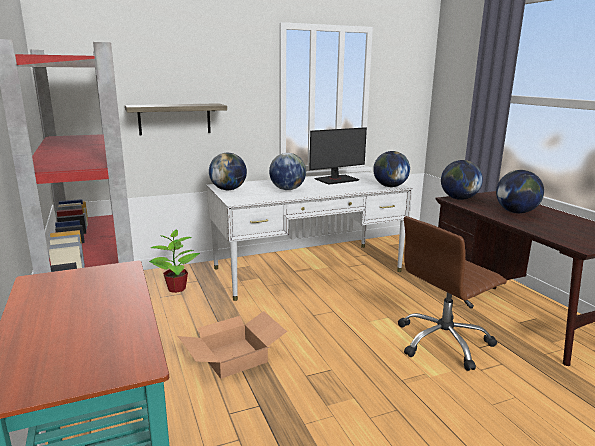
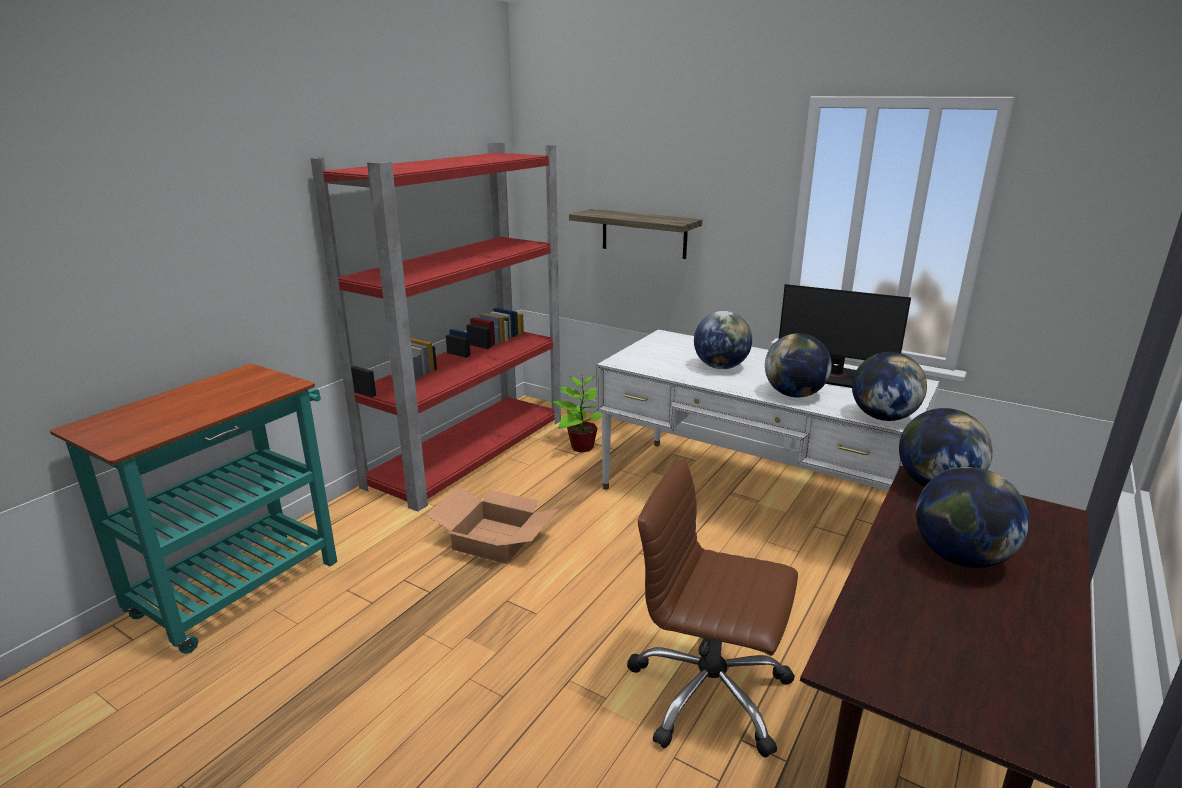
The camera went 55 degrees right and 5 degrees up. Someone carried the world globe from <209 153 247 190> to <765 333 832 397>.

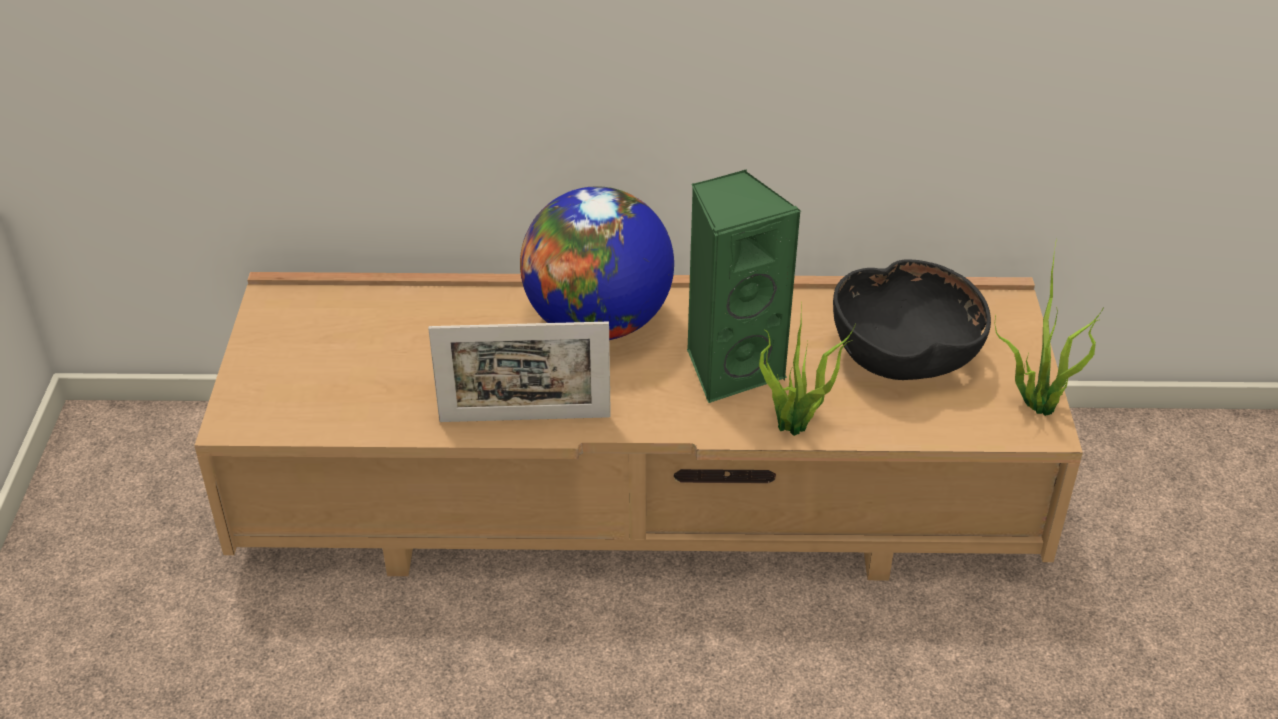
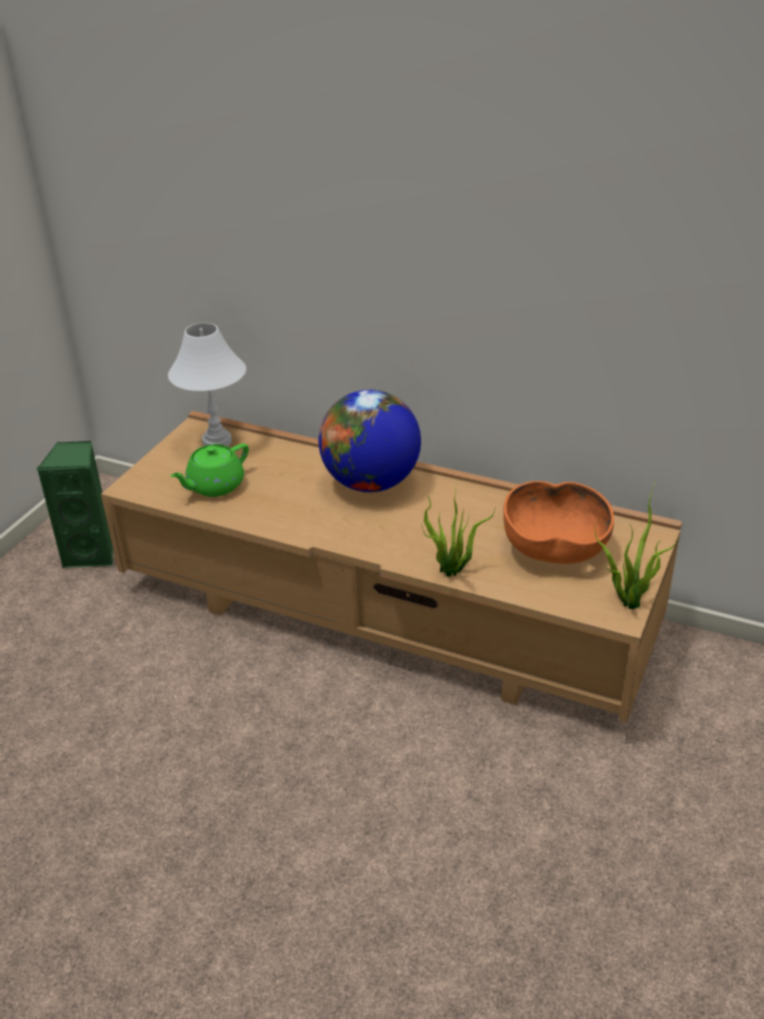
The camera went 25 degrees right and 5 degrees down. Someone took away the picture frame at <428 322 611 422>. Someone put down the white-coloured lamp for a table at <168 323 246 447>. Someone put down the greenish tea pot at <171 443 249 497>. Someone carried the greenish speaker from <687 169 801 403> to <37 441 113 568>. Someone repainted the black deep dish at <833 259 991 380>, which became the orange deep dish at <504 481 614 564>.

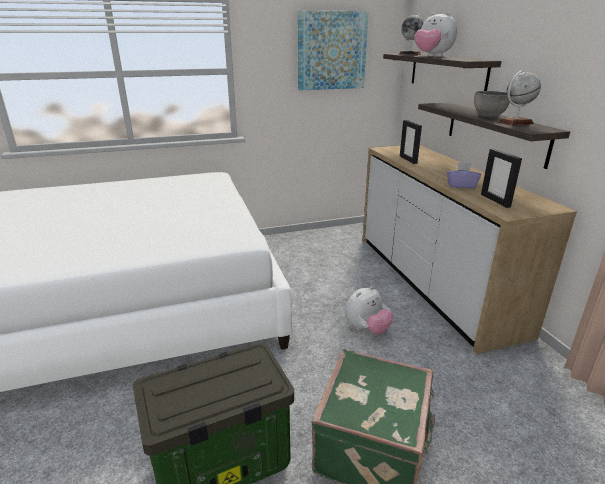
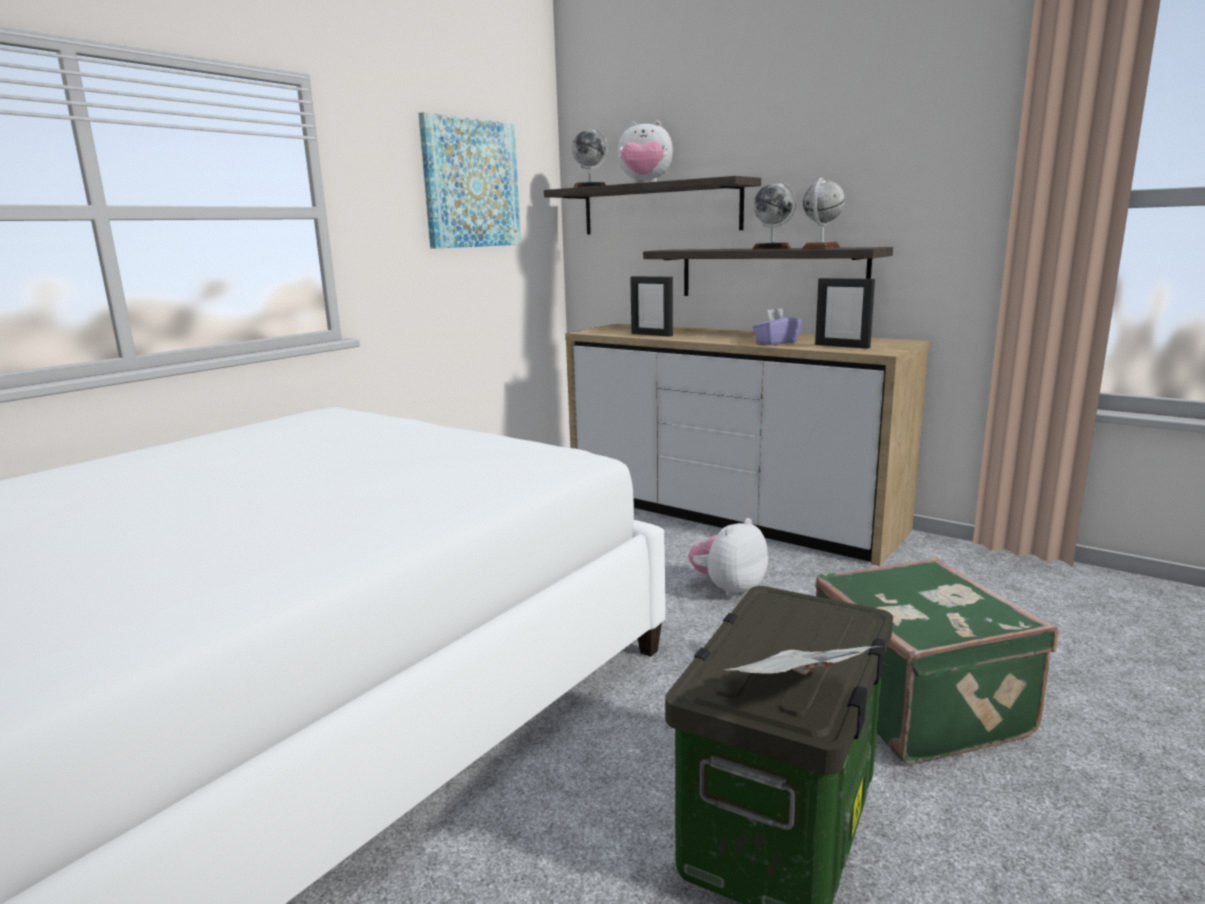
The camera went 35 degrees left and 10 degrees down. Someone put down the daily paper at <723 646 881 675>. Someone swapped the gray deep dish at <474 91 510 117> for the world globe at <752 181 796 249>. Someone rotated the cuddly toy at <345 286 393 335> by 150 degrees counterclockwise.

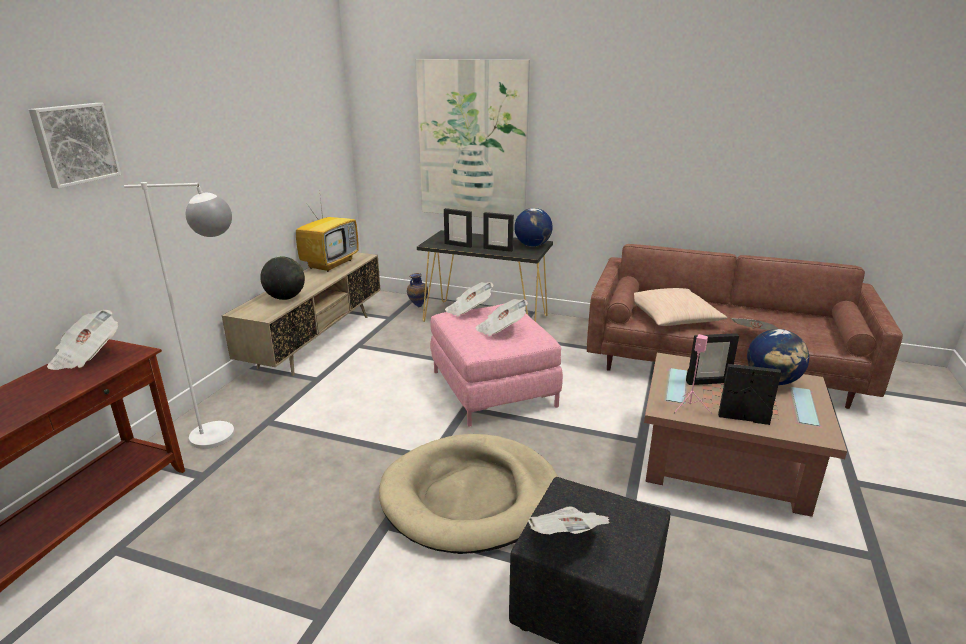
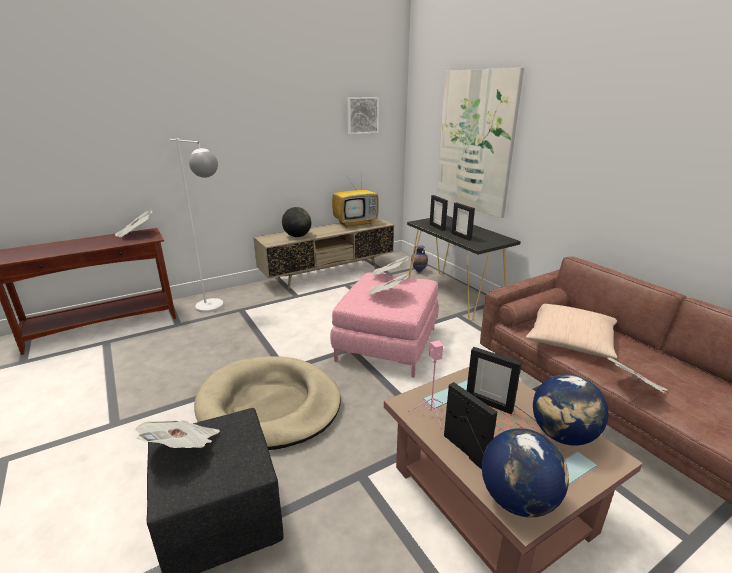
The camera went 40 degrees right and 0 degrees up. Someone carried the wall art from <29 103 121 189> to <347 97 379 134>. Someone carried the world globe from <514 208 553 247> to <482 428 569 517>.

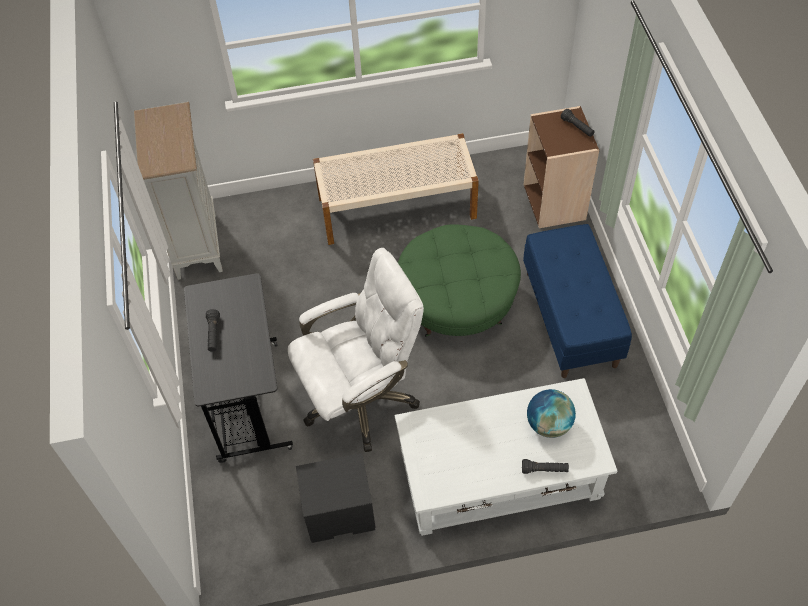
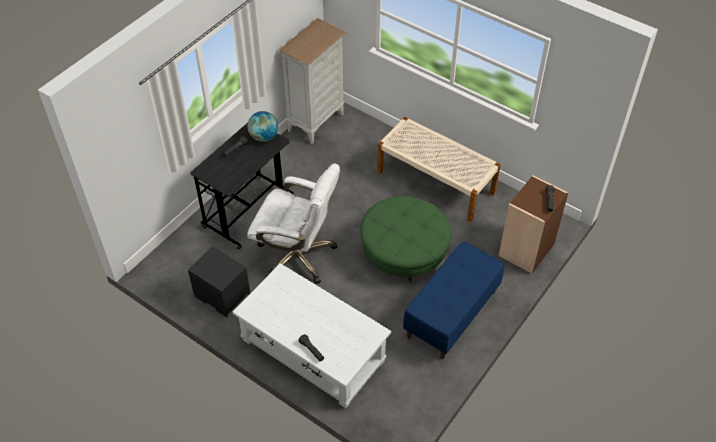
The camera went 45 degrees right and 5 degrees down. Someone carried the world globe from <527 389 576 438> to <247 111 278 142>.

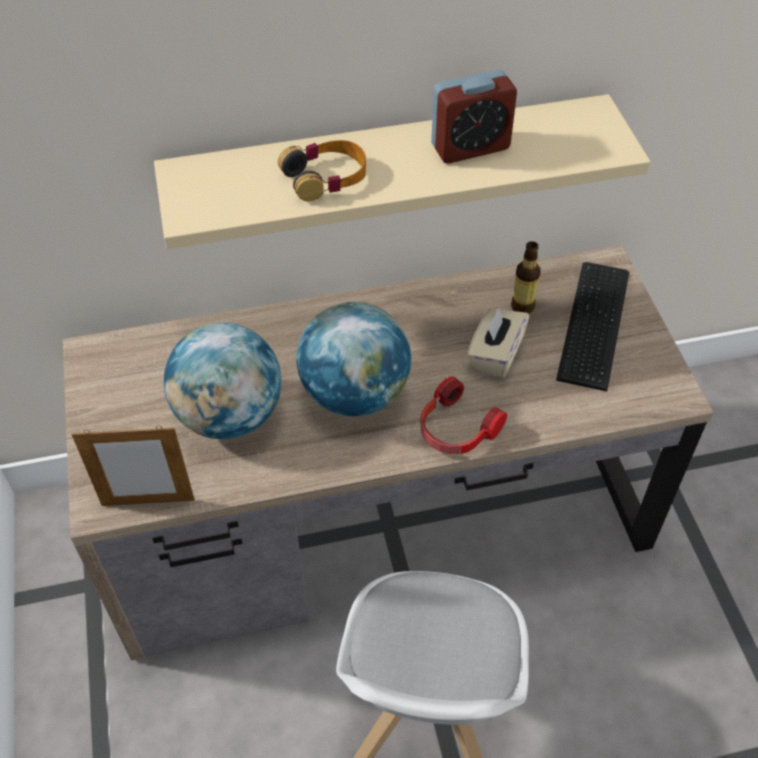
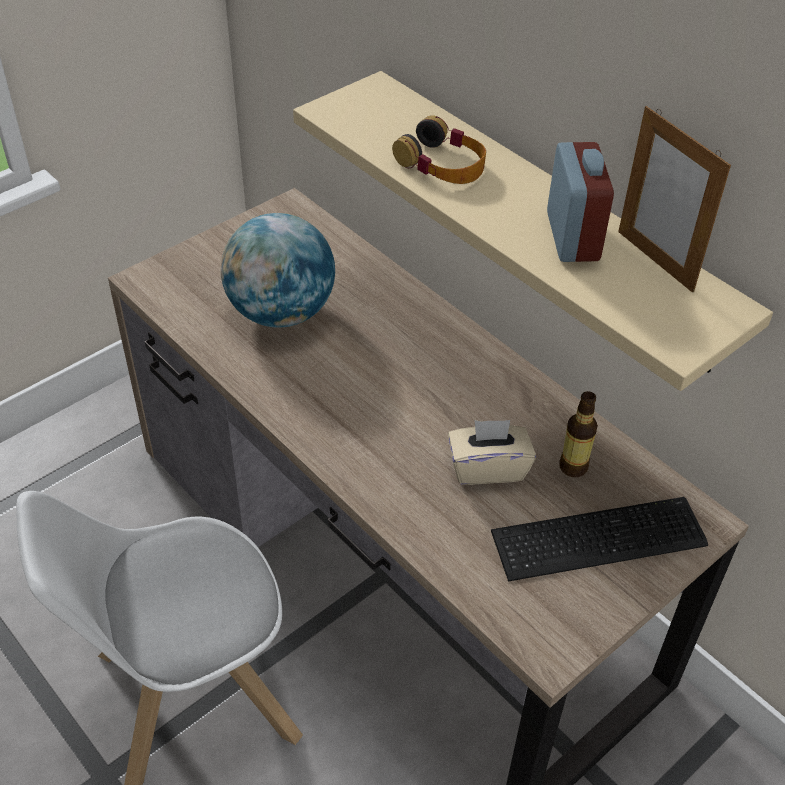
The camera went 60 degrees right and 5 degrees down. Someone took away the world globe at <297 302 411 416>. Someone took away the headset at <420 376 507 454>. Someone carried the picture frame from <72 426 195 506> to <618 106 731 293>. Someone rotated the bedside clock at <431 70 517 164> by 135 degrees counterclockwise.

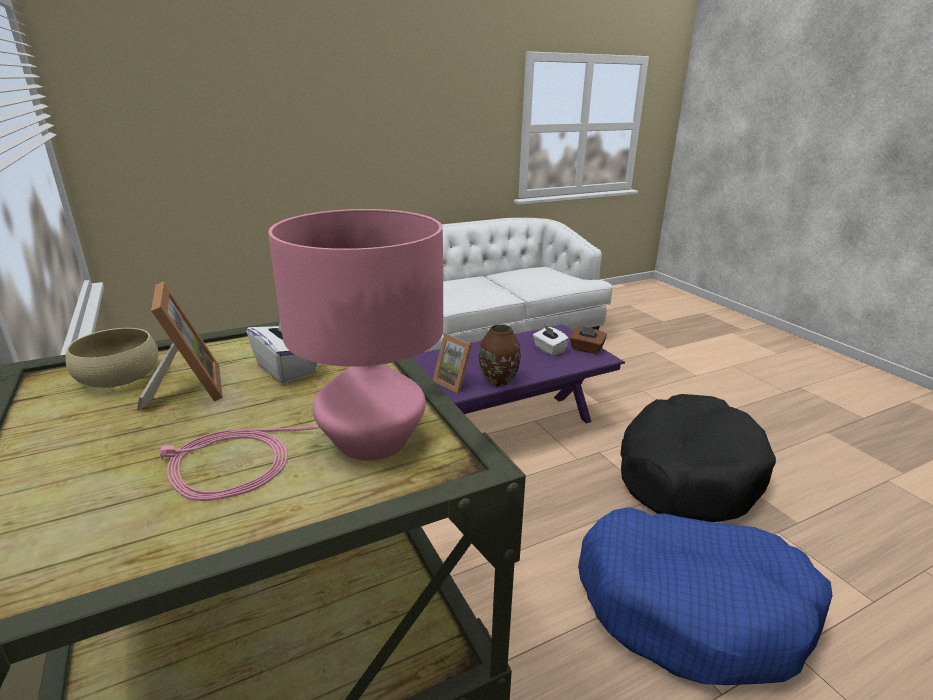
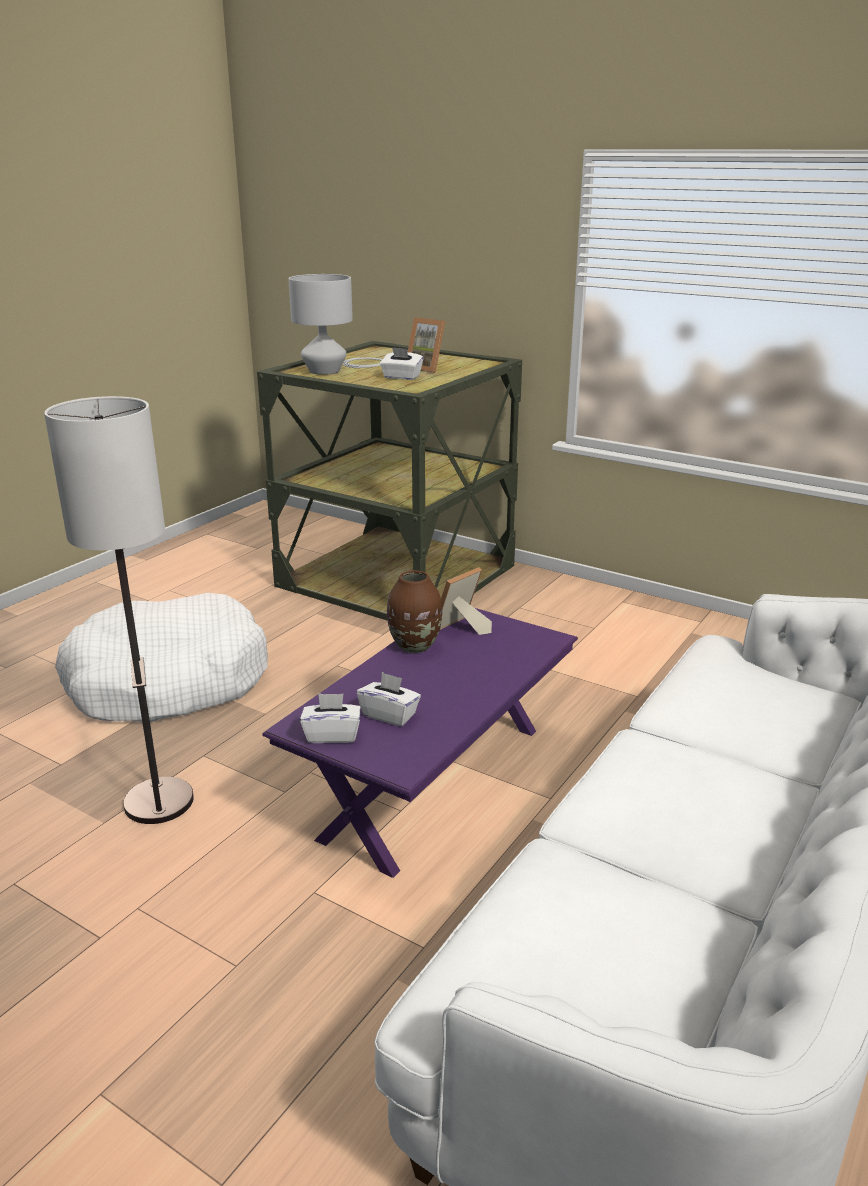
The camera went 150 degrees right and 0 degrees up. Someone took away the sand-coloured deep dish at <66 328 158 388>. Someone swapped the black dog cushion at <620 394 776 522> for the standard lamp at <44 396 194 824>. Someone repainted the pinkish lamp for a table at <159 209 443 501>, which became the gray lamp for a table at <289 274 386 375>. Someone repainted the brownish tissue holder at <570 326 607 354>, which became the white-coloured tissue holder at <300 693 361 743>. Someone repainted the blue dog cushion at <578 507 833 685>, which became the white-coloured dog cushion at <55 593 268 722>. Someone rotated the picture frame at <433 333 472 393> by 60 degrees counterclockwise.

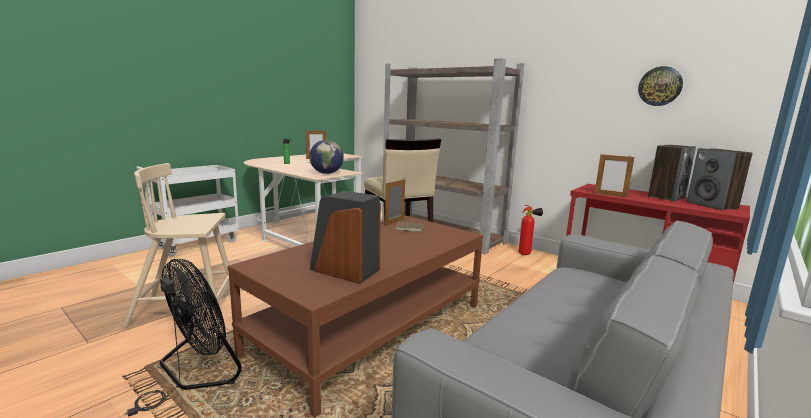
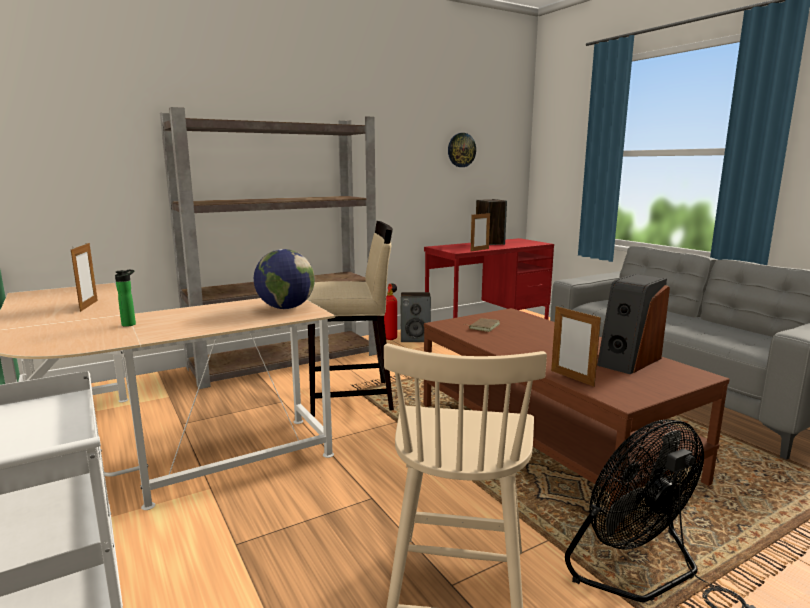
The camera went 70 degrees left and 0 degrees up. Someone carried the picture frame from <385 179 405 226> to <551 305 601 387>. Someone carried the speaker from <687 148 753 210> to <401 292 431 342>.

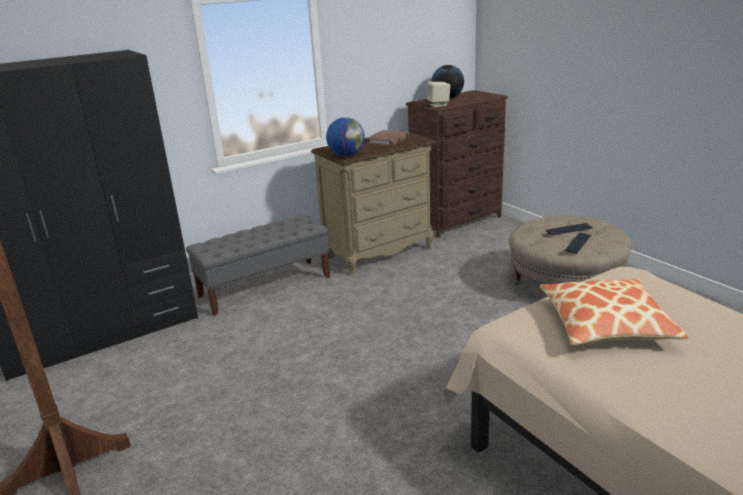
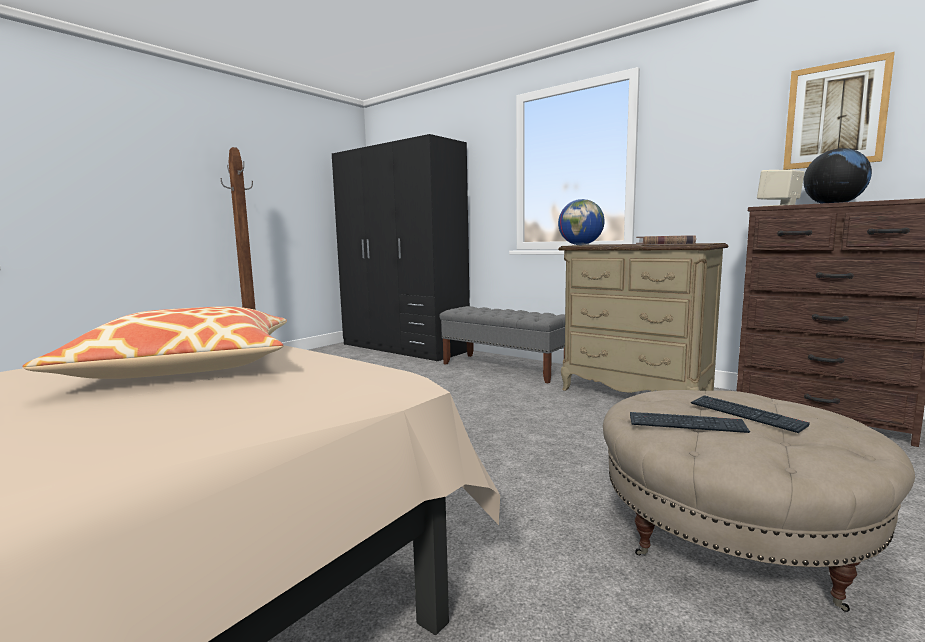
The camera went 70 degrees right and 15 degrees down. Someone put up the wall art at <783 52 895 170>.

